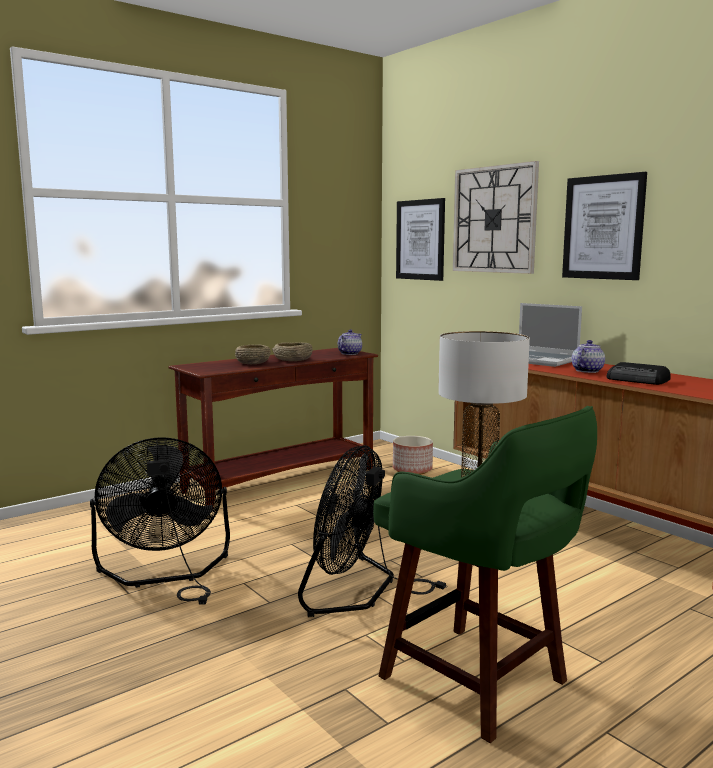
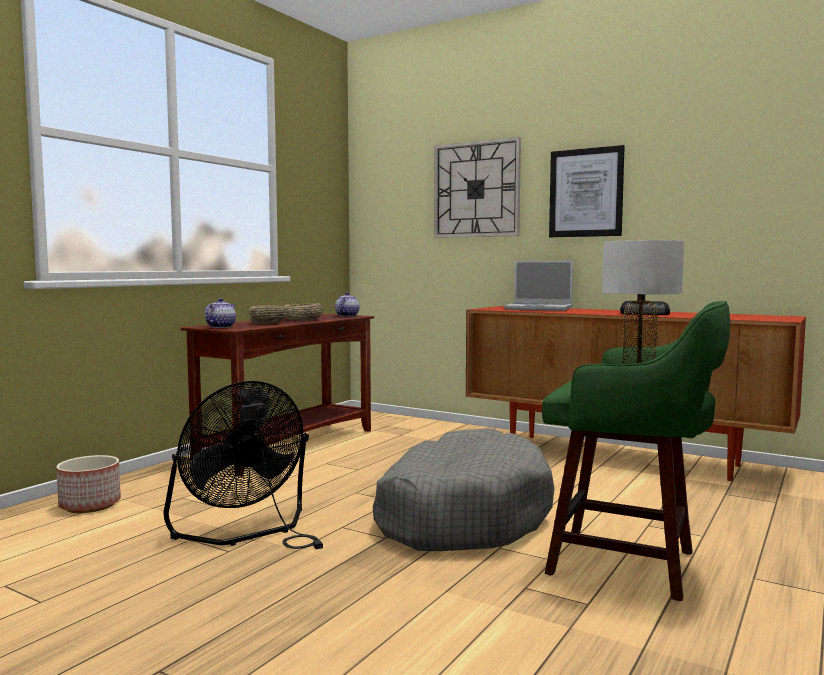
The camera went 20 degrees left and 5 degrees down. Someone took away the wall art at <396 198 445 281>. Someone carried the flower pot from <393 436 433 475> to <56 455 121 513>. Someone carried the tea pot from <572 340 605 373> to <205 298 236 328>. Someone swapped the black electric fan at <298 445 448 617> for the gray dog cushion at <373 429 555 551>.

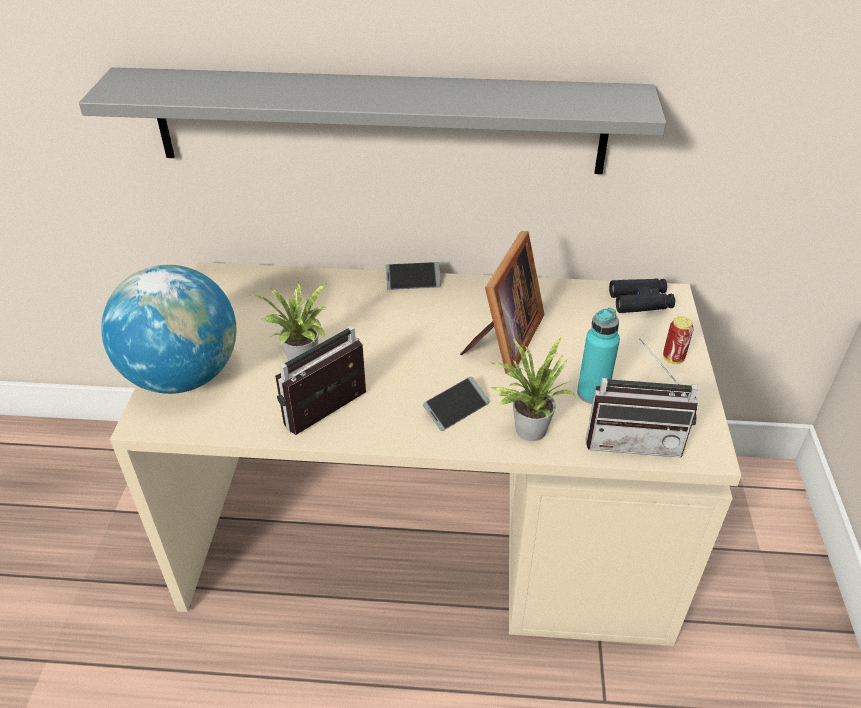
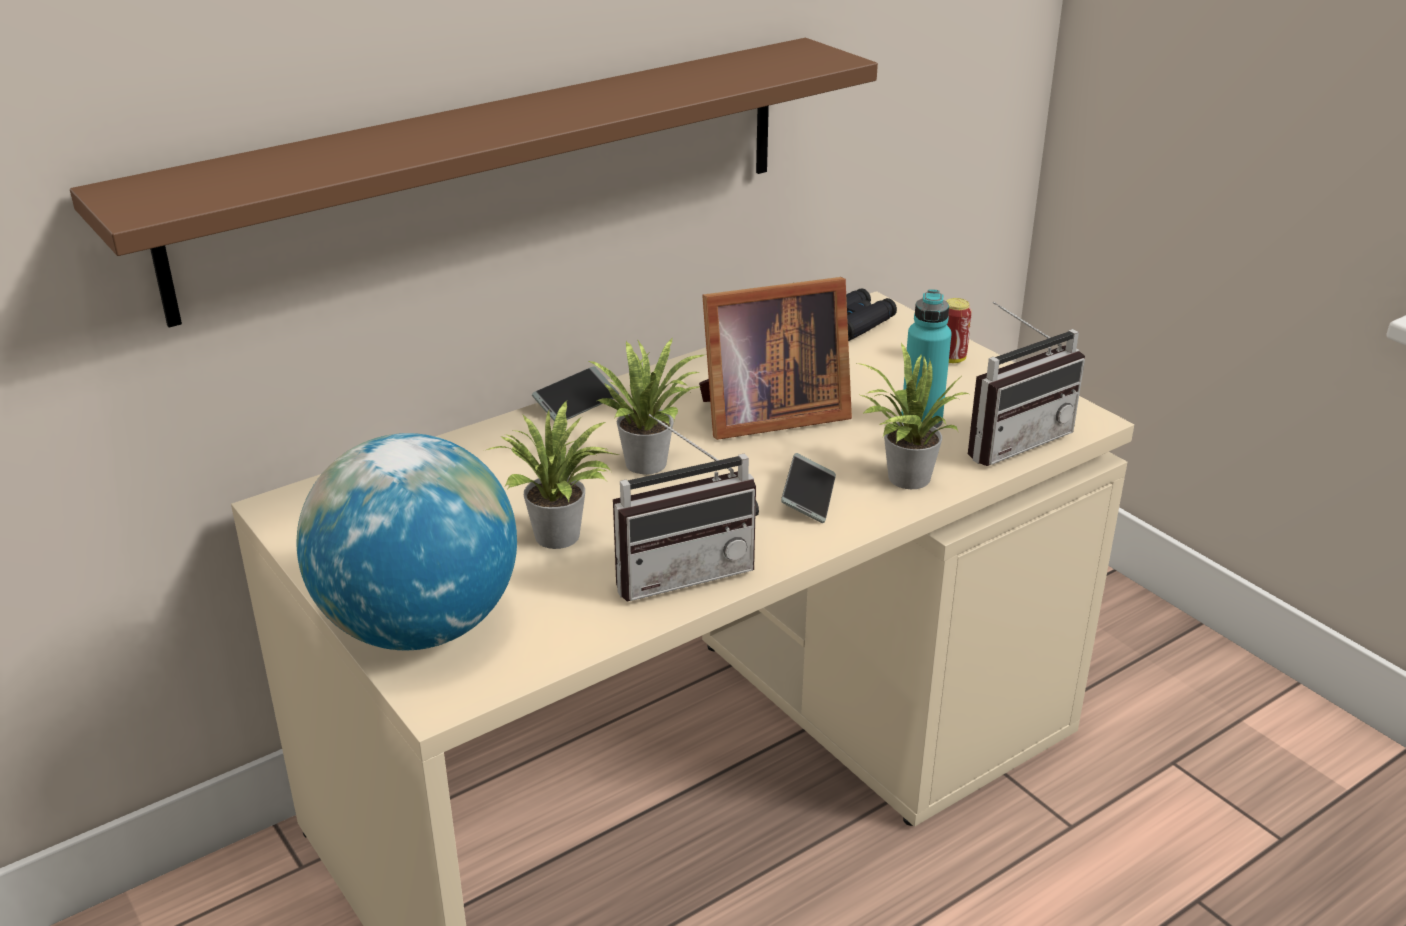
The camera went 40 degrees left and 10 degrees down. Someone put down the plant in a pot at <587 338 704 475>. Someone repainted the gray wall shelf at <79 67 666 174>, which became the brownish wall shelf at <70 38 878 328>. Someone rotated the radio receiver at <275 326 366 435> by 120 degrees counterclockwise. Someone rotated the picture frame at <460 231 544 374> by 90 degrees clockwise.

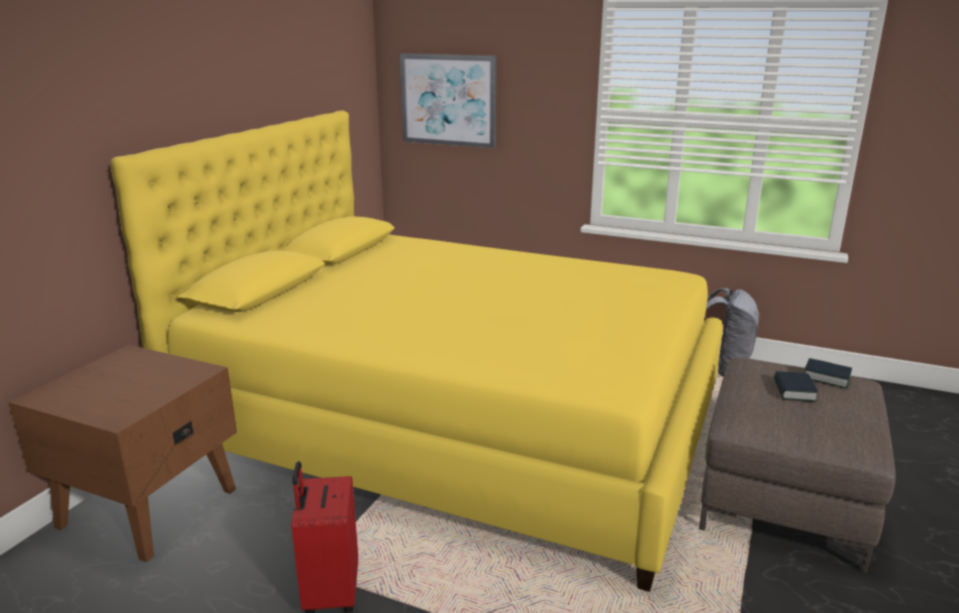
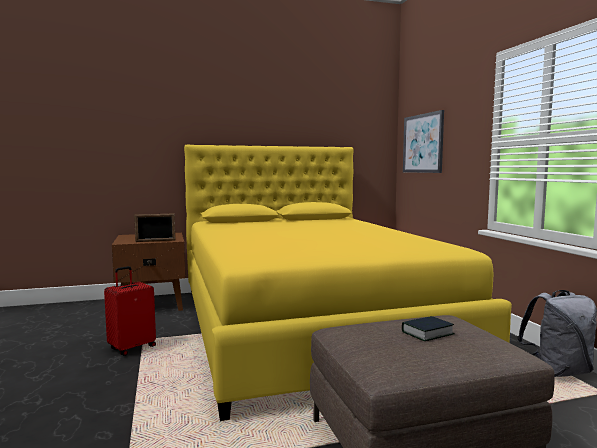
The camera went 50 degrees right and 15 degrees down. Someone took away the bound book at <805 358 852 389>. Someone put down the picture frame at <134 213 175 242>.

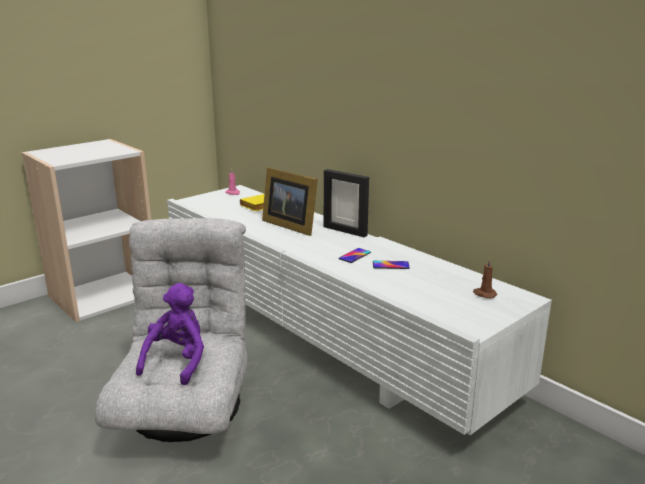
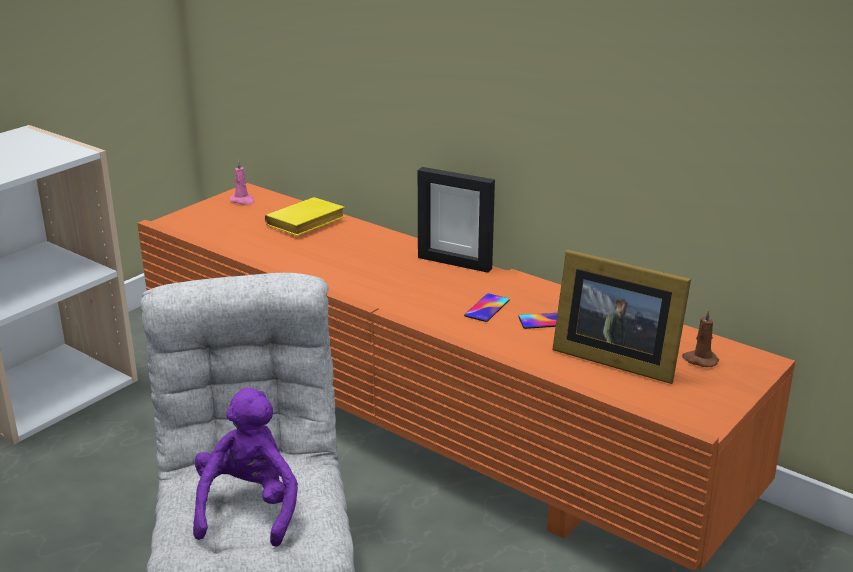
The camera went 10 degrees left and 5 degrees up. Someone carried the picture frame from <262 167 318 236> to <552 250 691 384>. Someone repainted the white-coloured tv stand at <167 185 552 435>, which became the orange tv stand at <137 183 795 571>.

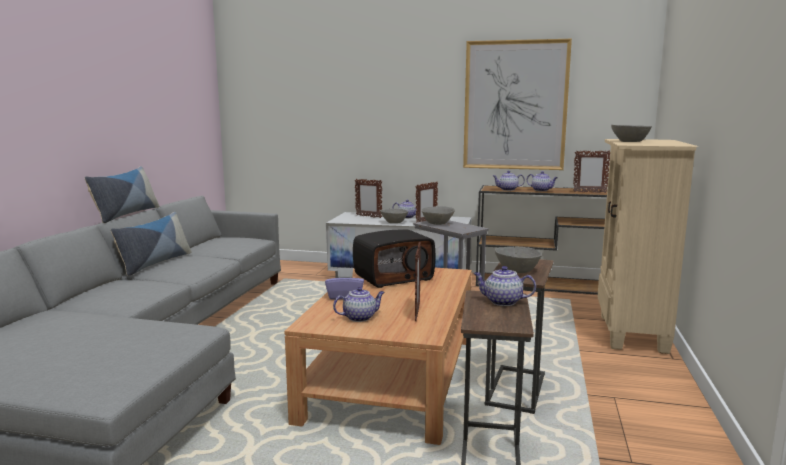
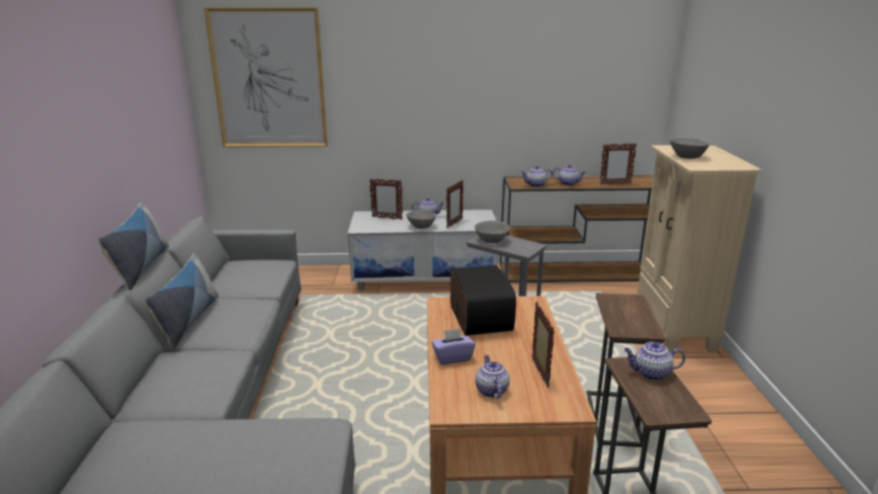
The camera went 15 degrees left and 10 degrees up. Someone took away the gray deep dish at <495 246 542 273>. Someone carried the wall art from <463 39 572 170> to <204 7 328 147>. Someone rotated the tea pot at <333 287 385 322> by 60 degrees counterclockwise. Someone rotated the radio receiver at <353 229 435 288> by 60 degrees counterclockwise.

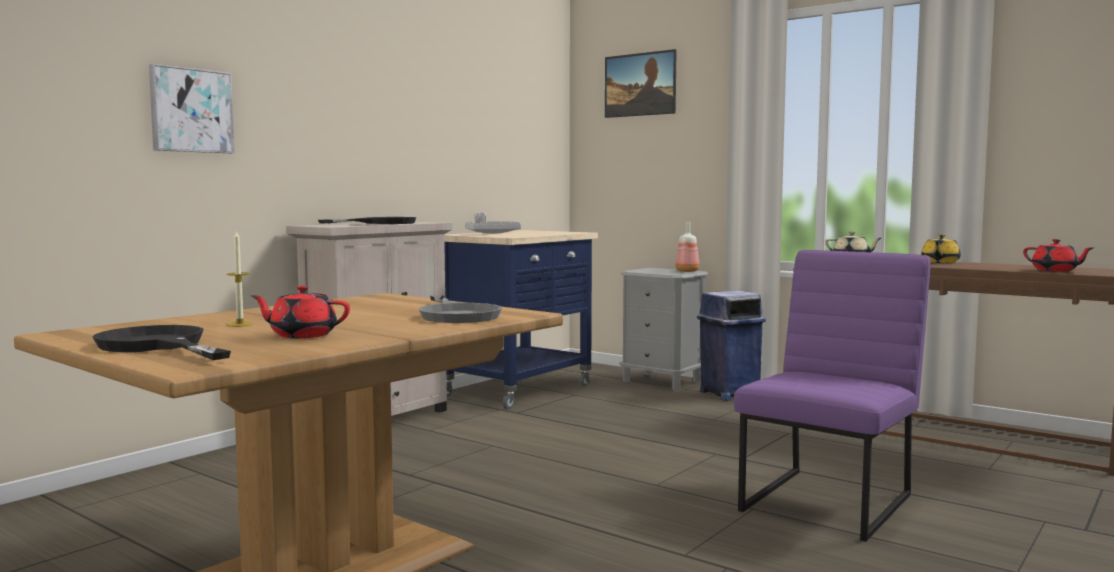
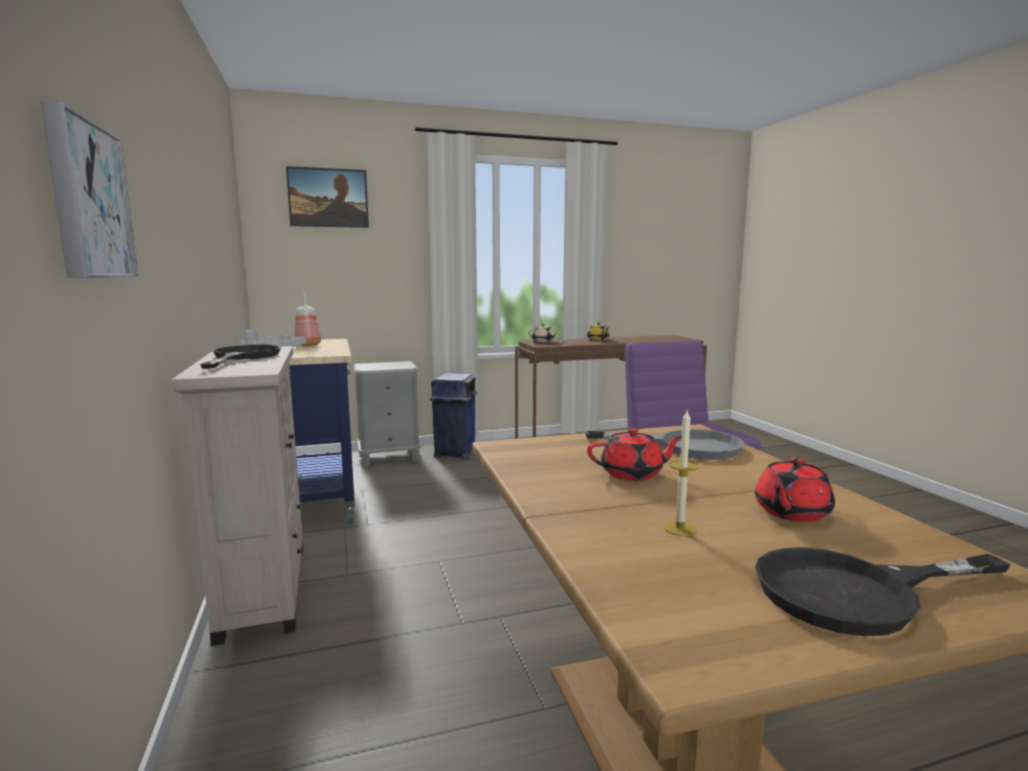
The camera went 55 degrees left and 5 degrees up. Someone carried the beverage bottle from <675 222 700 272> to <294 293 321 346>. Someone carried the reddish tea pot from <1023 239 1093 272> to <587 428 682 481>.

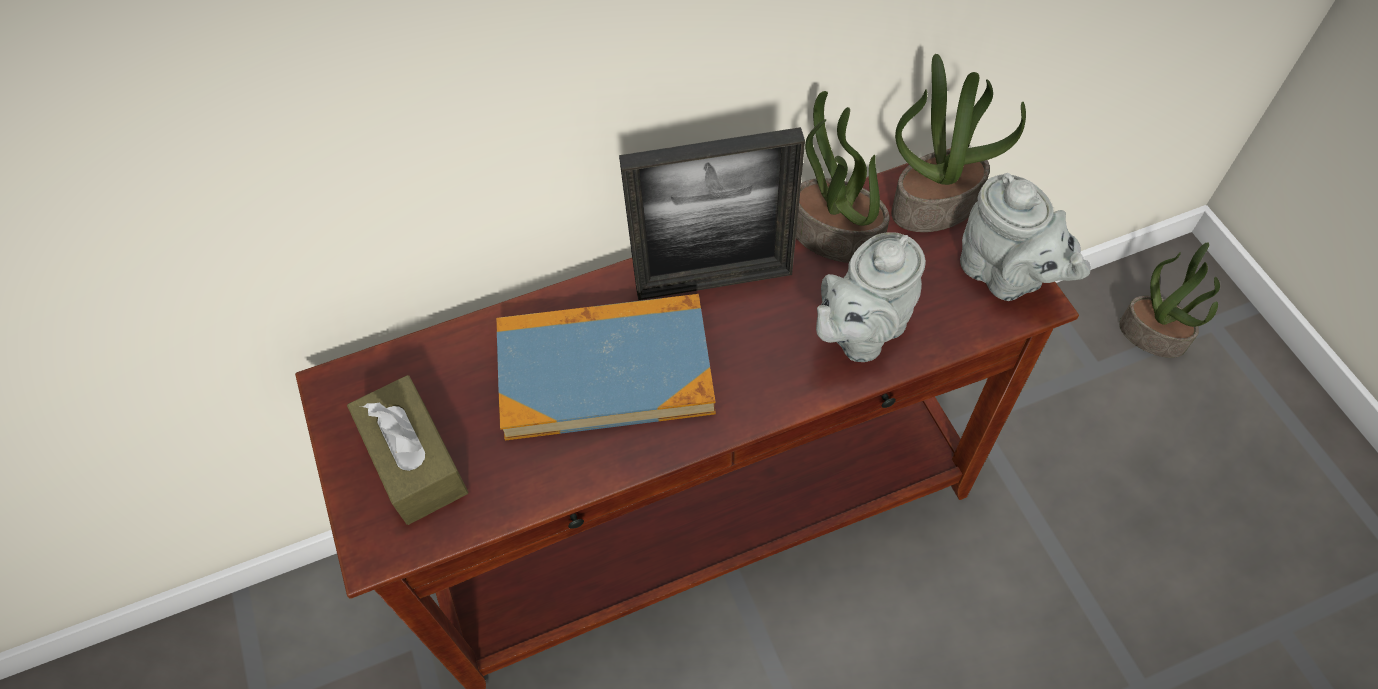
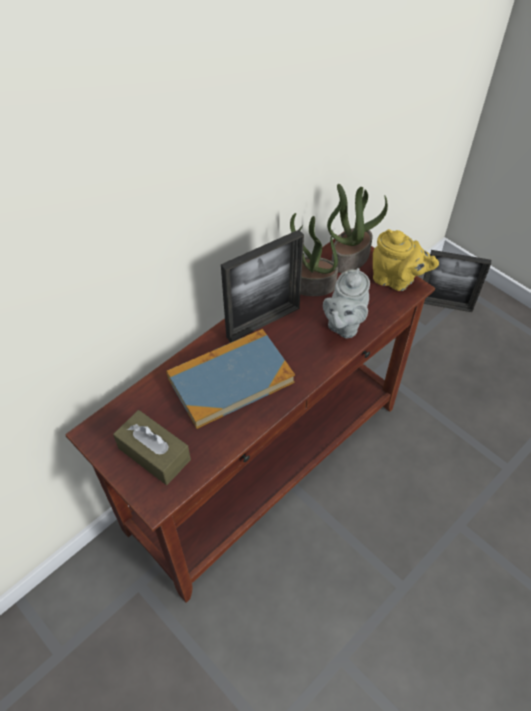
The camera went 25 degrees left and 5 degrees down. Someone swapped the plant in a pot at <1119 242 1220 358> for the picture frame at <423 250 491 312>. Someone repainted the gray tea pot at <960 173 1091 301>, which became the yellowish tea pot at <373 229 439 291>.

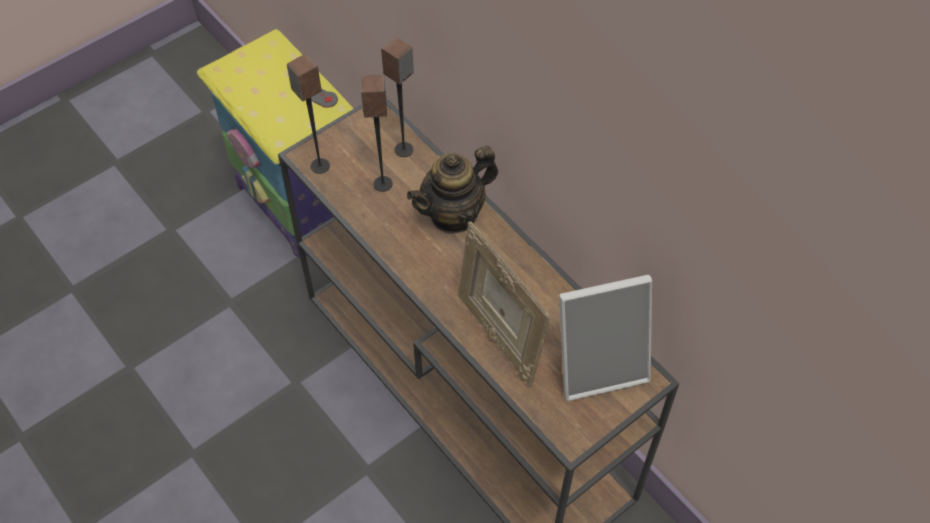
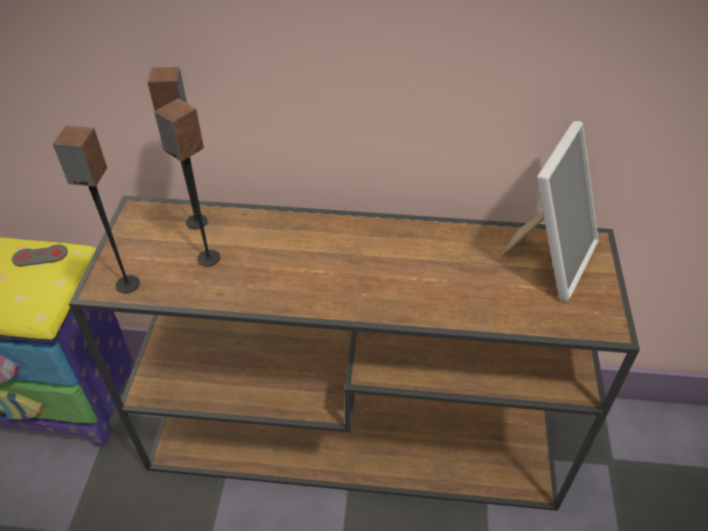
The camera went 45 degrees left and 10 degrees down. Someone took away the tea pot at <407 146 498 234>. Someone took away the picture frame at <458 221 551 386>.

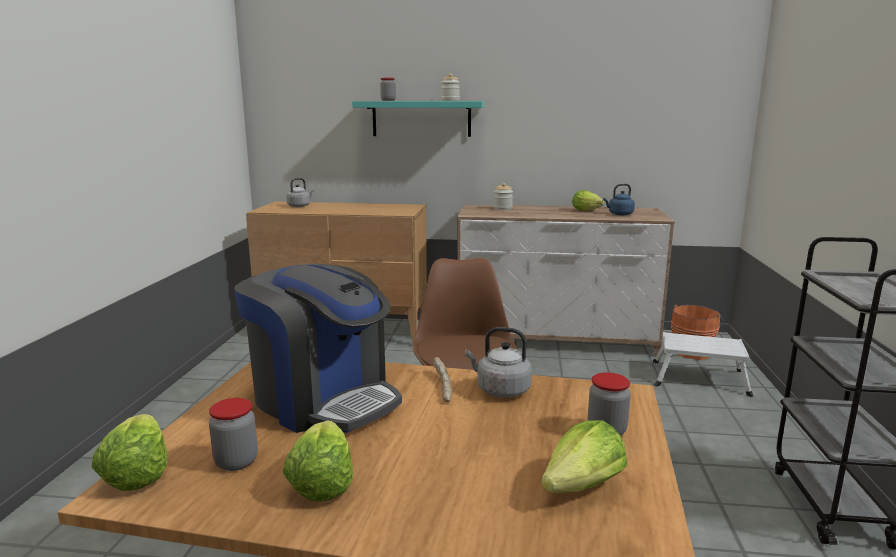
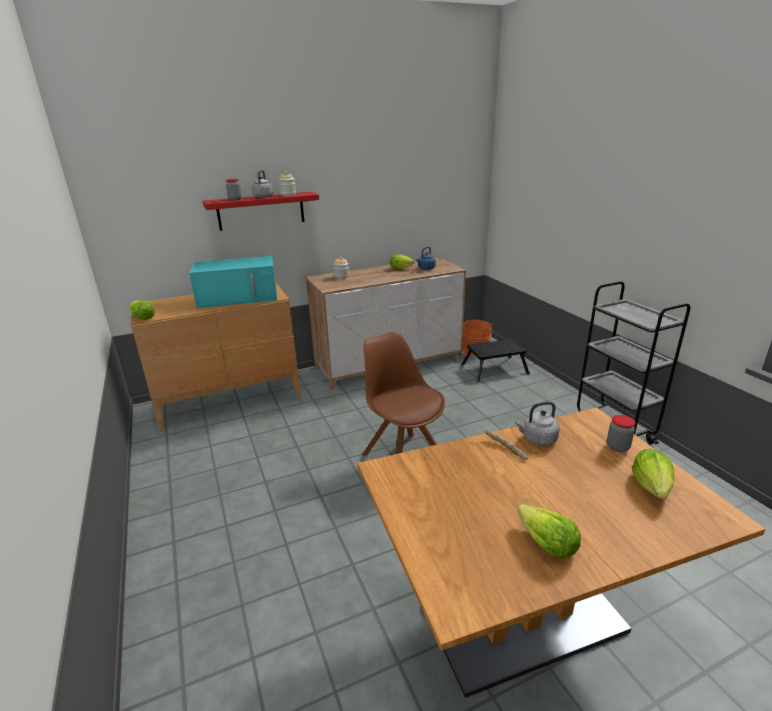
The camera went 30 degrees left and 10 degrees up. Someone took away the storage jar at <209 398 258 471>. Someone took away the coffee brewer at <234 264 402 433>. Someone put down the turquoise microwave oven at <189 256 277 308>. Someone carried the lettuce from <91 414 168 491> to <130 300 155 320>. Someone carried the gray water kettle from <286 178 314 207> to <251 170 273 198>. Someone repainted the turquoise wall shelf at <352 101 484 137>, which became the reddish wall shelf at <203 192 319 231>. Someone repainted the white-coloured stepladder at <652 332 753 397>, which became the black stepladder at <461 339 530 382>.

